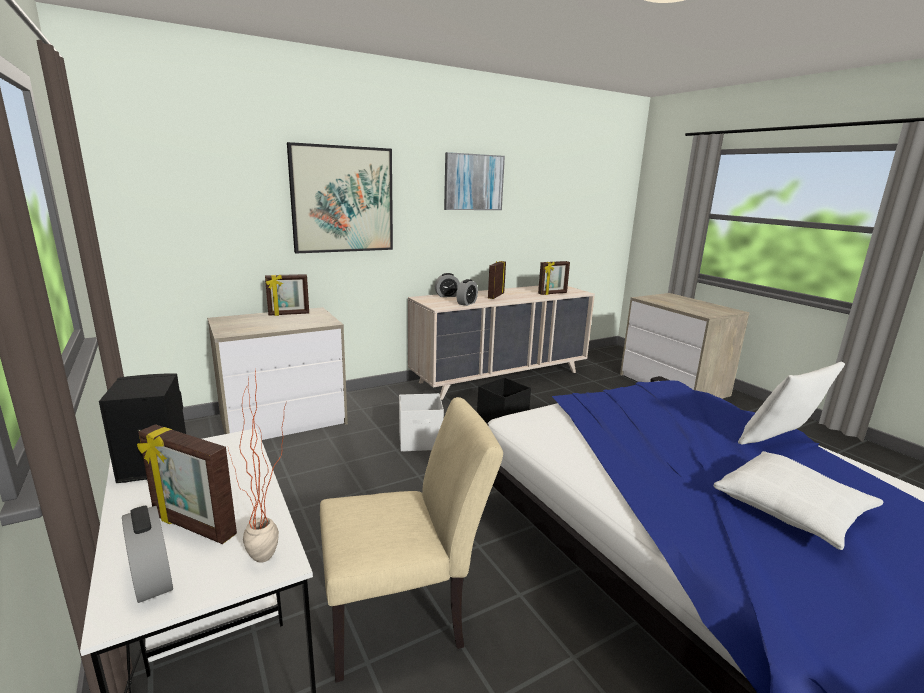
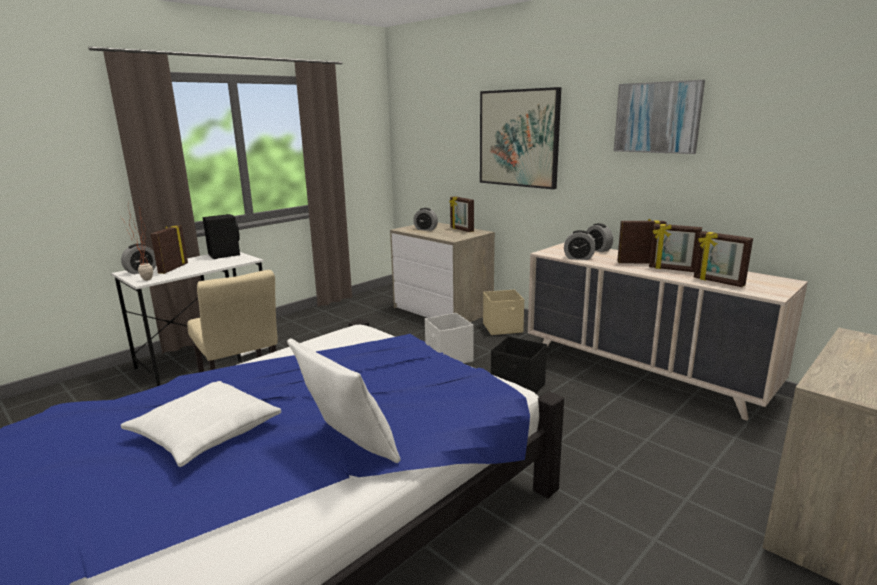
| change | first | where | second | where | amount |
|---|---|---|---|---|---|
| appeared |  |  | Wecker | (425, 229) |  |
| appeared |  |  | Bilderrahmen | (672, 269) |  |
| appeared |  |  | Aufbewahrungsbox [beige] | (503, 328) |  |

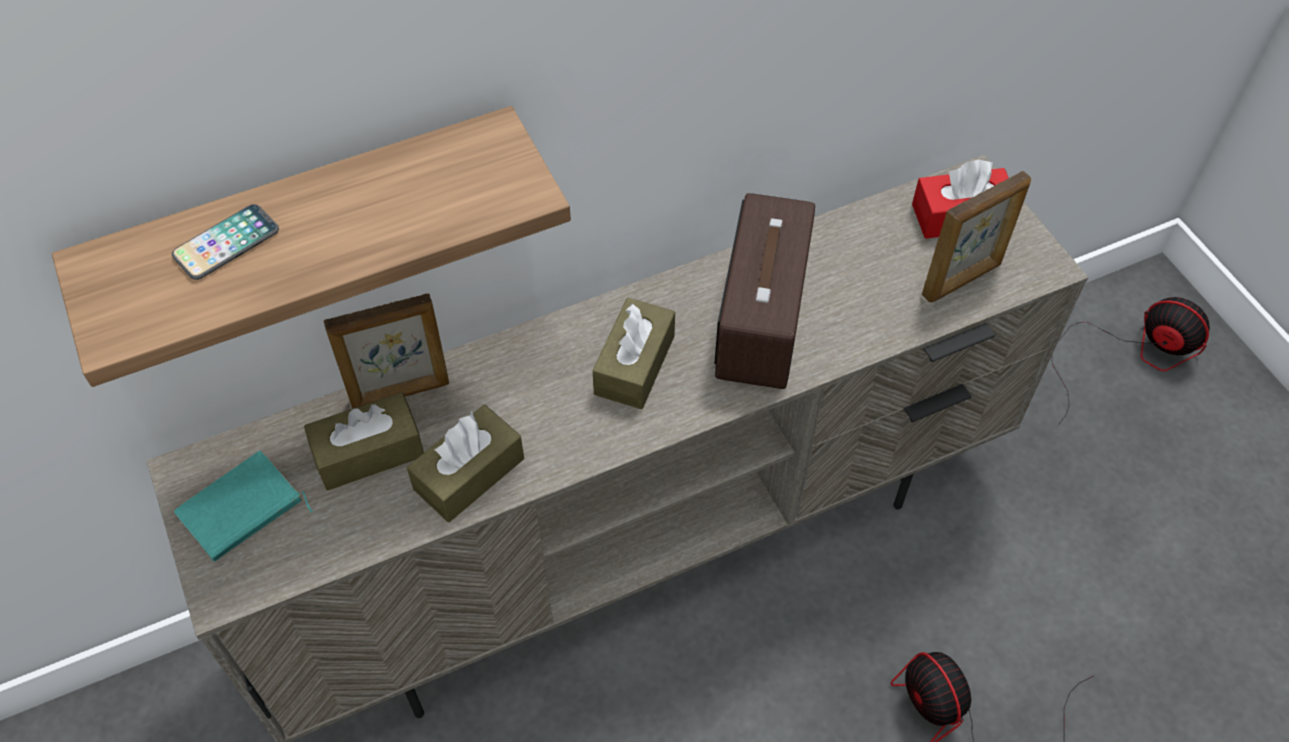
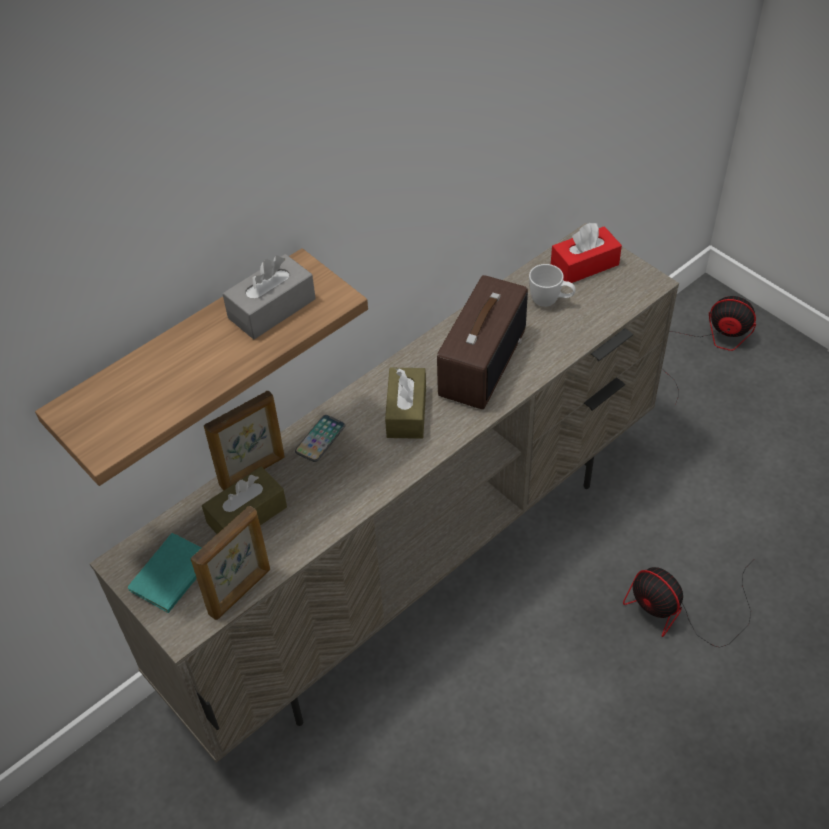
| change | first | where | second | where | amount |
|---|---|---|---|---|---|
| relocated | Bilderrahmen | (962, 280) |  | (241, 592) |  |
| spun | Radio | (764, 319) |  | (481, 361) | 150 degrees counterclockwise |
| relocated | Handy | (226, 243) |  | (320, 439) |  |
| missing | Taschentuchbox [braun] | (469, 474) |  |  |  |
| appeared |  |  | Taschentuchbox [grau] | (272, 308) |  |
| appeared |  |  | Henkelbecher [weiß] | (550, 301) |  |

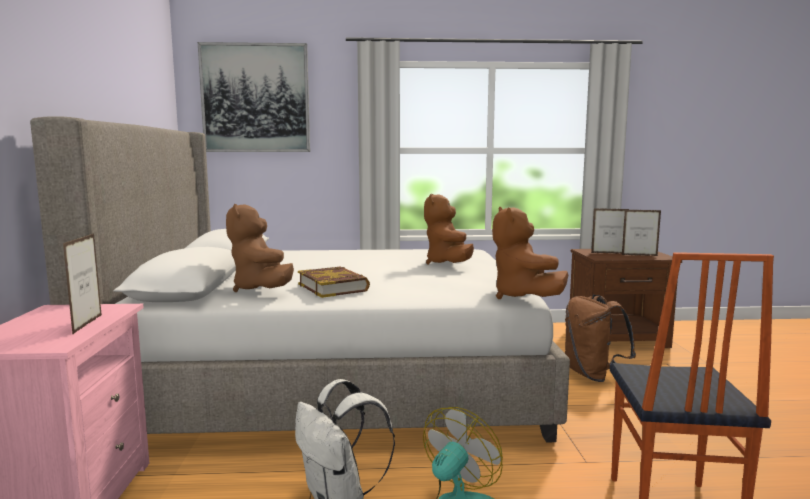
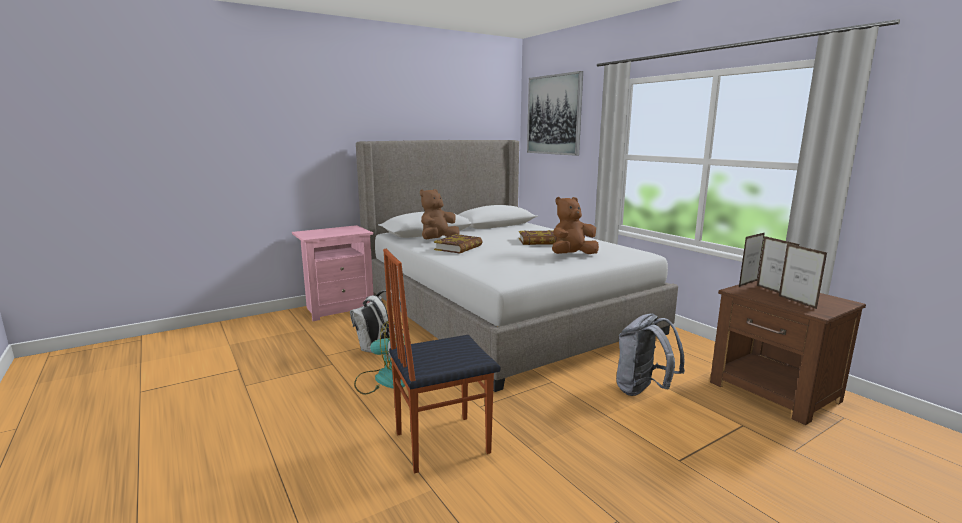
| change | first | where | second | where | amount |
|---|---|---|---|---|---|
| missing | Plüschtier [braun] | (522, 297) |  |  |  |
| relocated | Bilderrahmen | (88, 324) |  | (748, 283) |  |
| colour | Rucksack [braun] | (593, 375) | Rucksack [grau] | (643, 391) |  |
| appeared |  |  | Buch | (539, 241) |  |

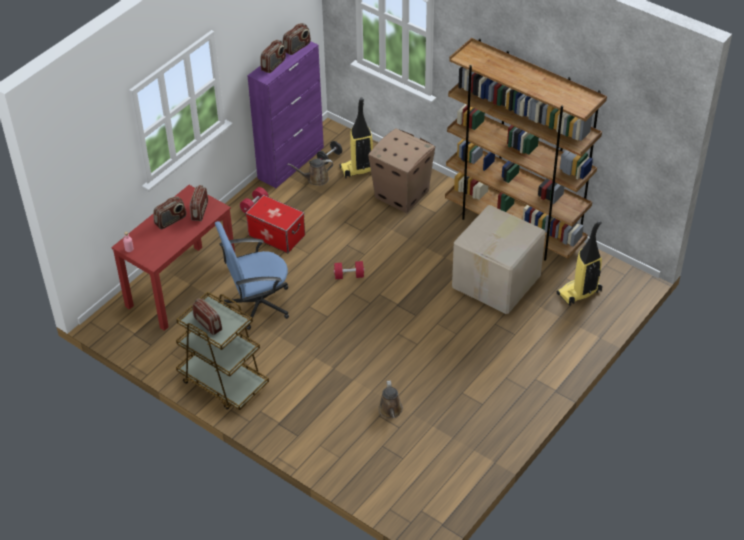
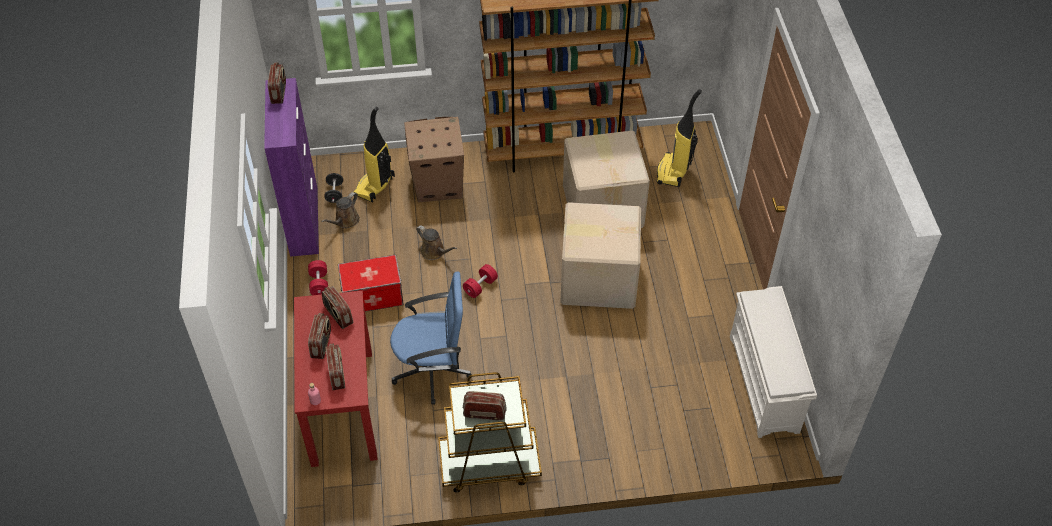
| change | first | where | second | where | amount |
|---|---|---|---|---|---|
| relocated | Radio | (273, 65) |  | (337, 374) |  |
| spun | Bürostuhl [blau] | (257, 304) |  | (433, 370) | 120 degrees counterclockwise |
| relocated | Gießkanne [braun] | (390, 411) |  | (434, 252) |  |
| appeared |  |  | Karton | (597, 277) |  |
| appeared |  |  | Schuhregal [weiß] | (765, 384) |  |

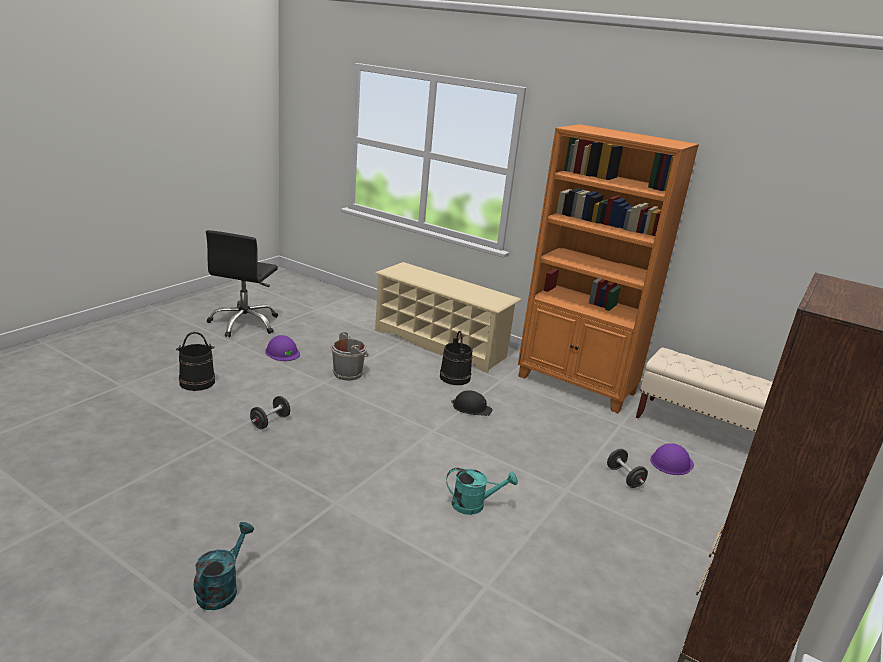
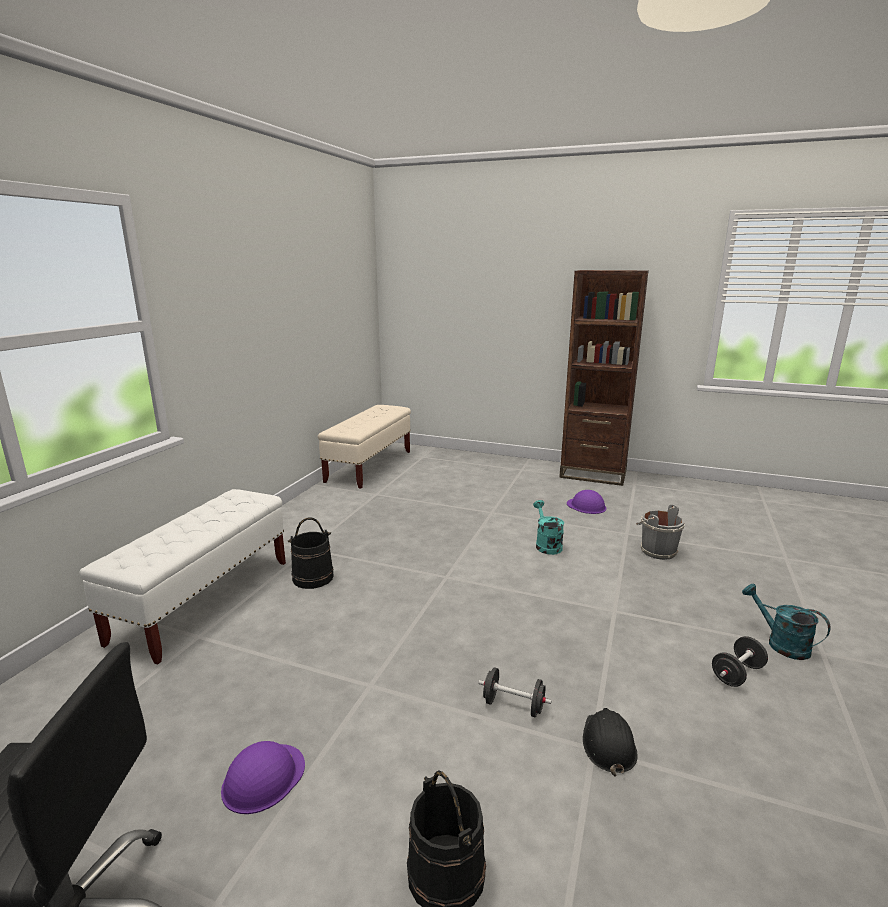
| change | first | where | second | where | amount |
|---|---|---|---|---|---|
| missing | Bücherregal [orange] | (577, 385) |  |  |  |
| exchanged | Schuhregal [beige] | (440, 343) | Bank [weiß] | (204, 600) |  |
| relocated | Eimer [grau] | (349, 373) |  | (656, 551) |  |
| relocated | Schutzhelm [schwarz] | (471, 408) |  | (608, 744) |  |
| relocated | Schutzhelm [lila] | (671, 462) |  | (586, 506) |  |
| relocated | Hantel [schwarz] | (624, 477) |  | (737, 674) |  |
| spun | Gießkanne [türkis] | (221, 588) |  | (780, 643) | 45 degrees clockwise |

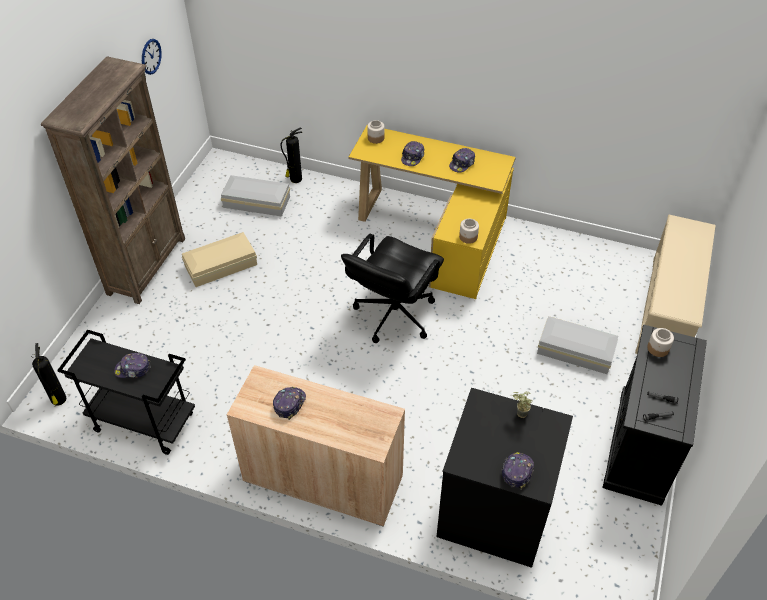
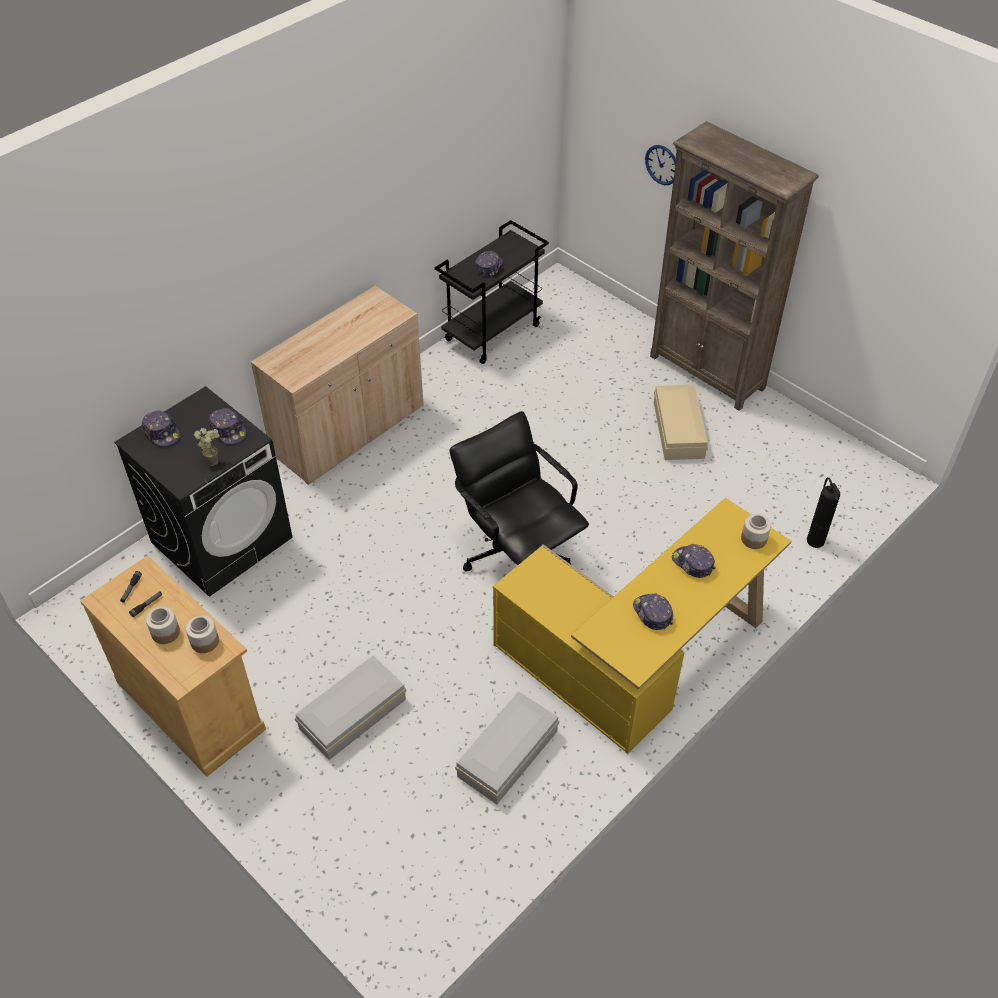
| change | first | where | second | where | amount |
|---|---|---|---|---|---|
| relocated | Wanduhr | (151, 56) |  | (662, 164) |  |
| relocated | Aufbewahrungsbox [weiß] | (256, 201) |  | (510, 753) |  |
| missing | Schuhregal [beige] | (667, 310) |  |  |  |
| relocated | Vorratsglas | (468, 237) |  | (165, 632) |  |
| colour | Schrank [schwarz] | (640, 445) | Schrank [beige] | (191, 705) |  |
| missing | Feuerlöscher | (58, 400) |  |  |  |
| relocated | Kappe | (289, 403) |  | (228, 430) |  |

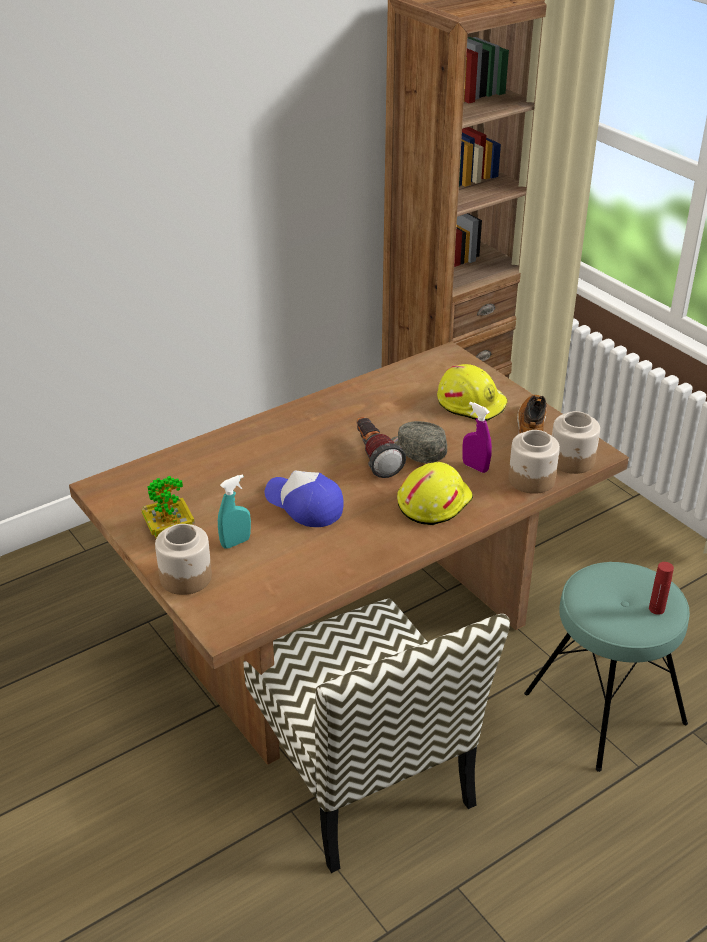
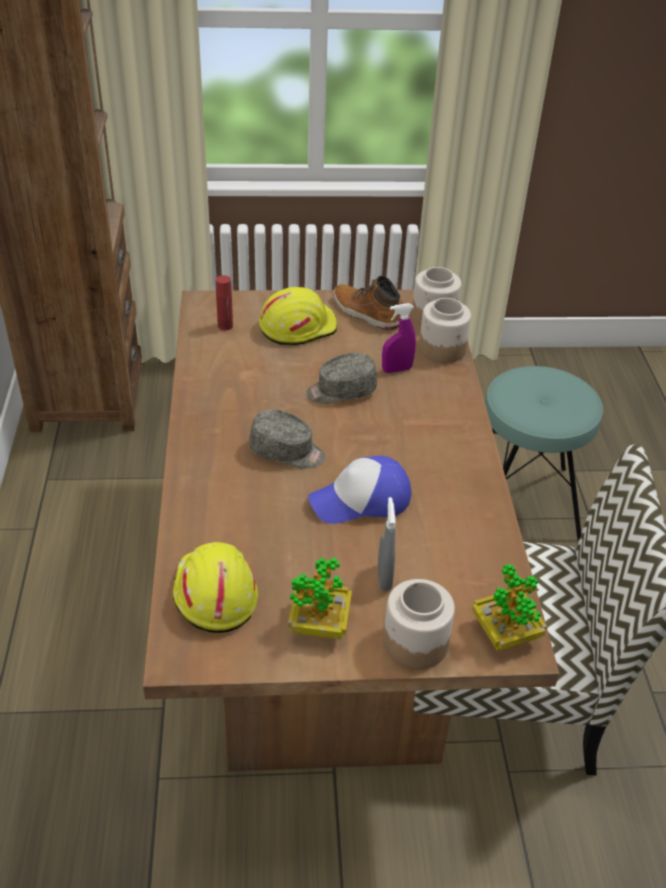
| change | first | where | second | where | amount |
|---|---|---|---|---|---|
| missing | Taschenlampe | (374, 457) |  |  |  |
| relocated | Schutzhelm [gelb] | (433, 502) |  | (213, 594) |  |
| colour | Sprühflasche [türkis] | (235, 542) | Sprühflasche [grau] | (384, 578) |  |
| relocated | Flasche [rot] | (656, 609) |  | (225, 326) |  |
| appeared |  |  | Kappe [grau] | (287, 452) |  |
| appeared |  |  | Topfpflanze | (505, 633) |  |

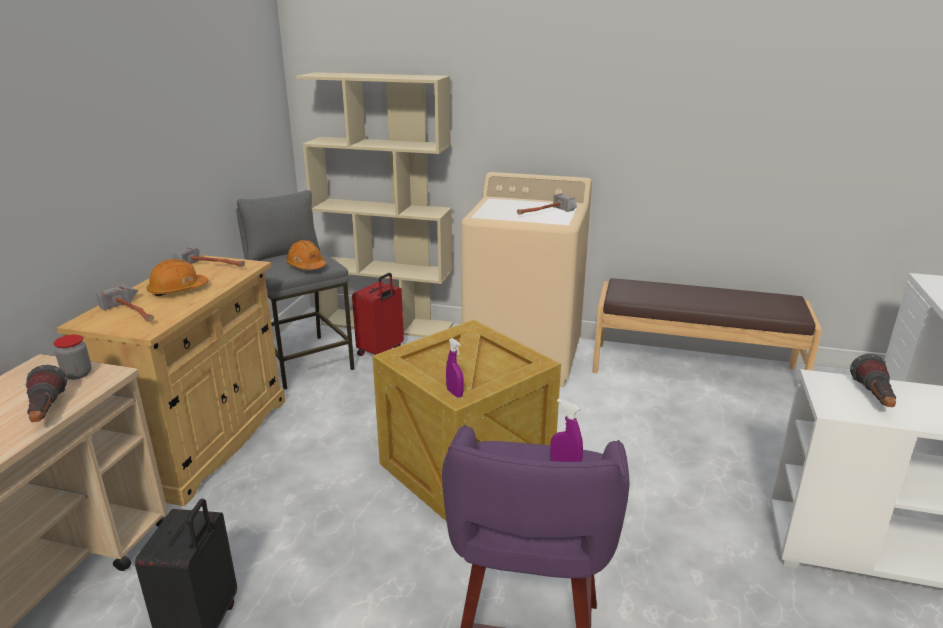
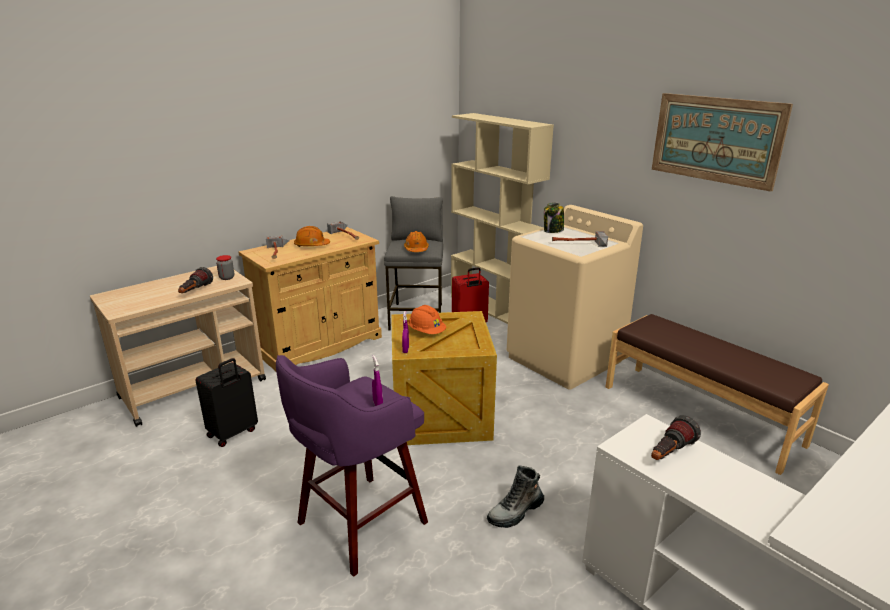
| change | first | where | second | where | amount |
|---|---|---|---|---|---|
| appeared |  |  | Bild | (716, 139) |  |
| appeared |  |  | Vorratsglas | (553, 231) |  |
| appeared |  |  | Schutzhelm [orange] | (426, 332) |  |
| appeared |  |  | Stiefel | (515, 512) |  |

